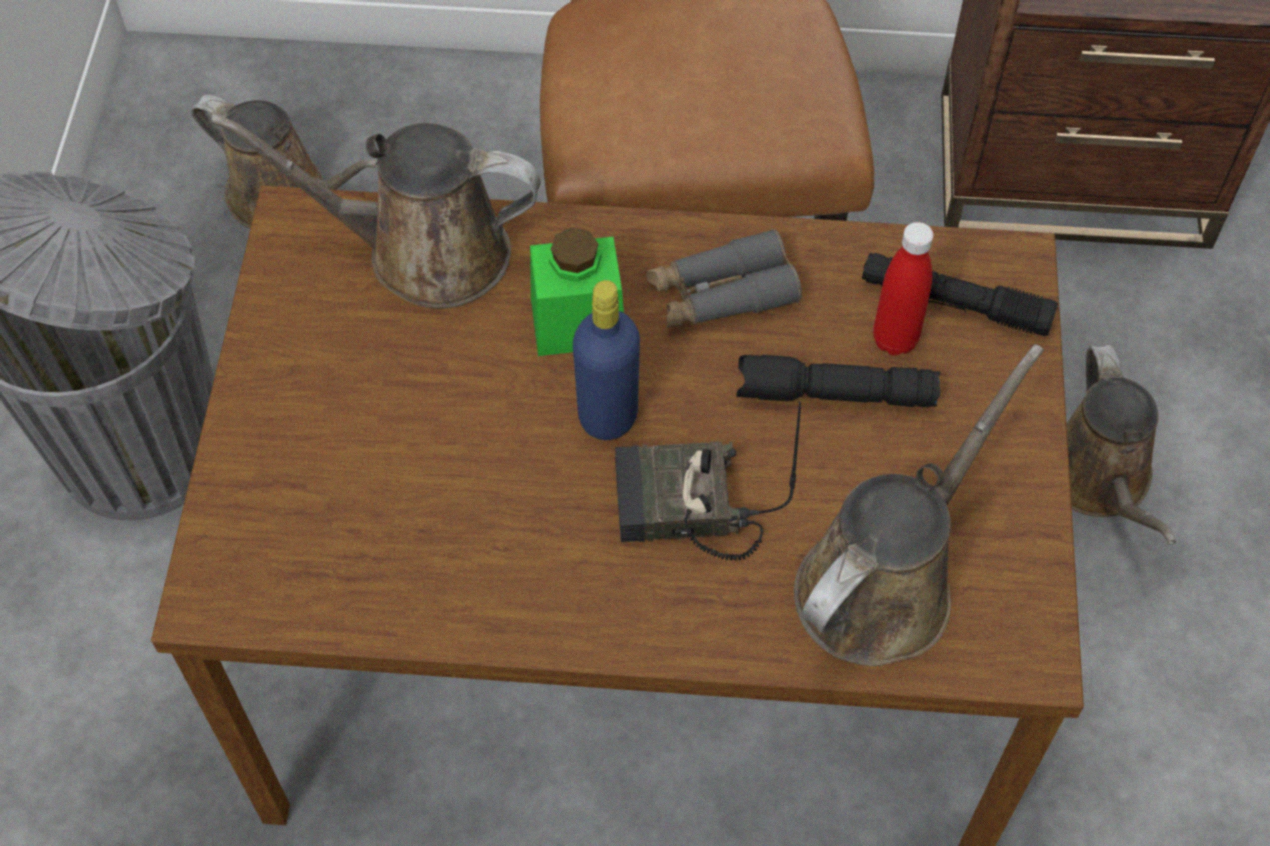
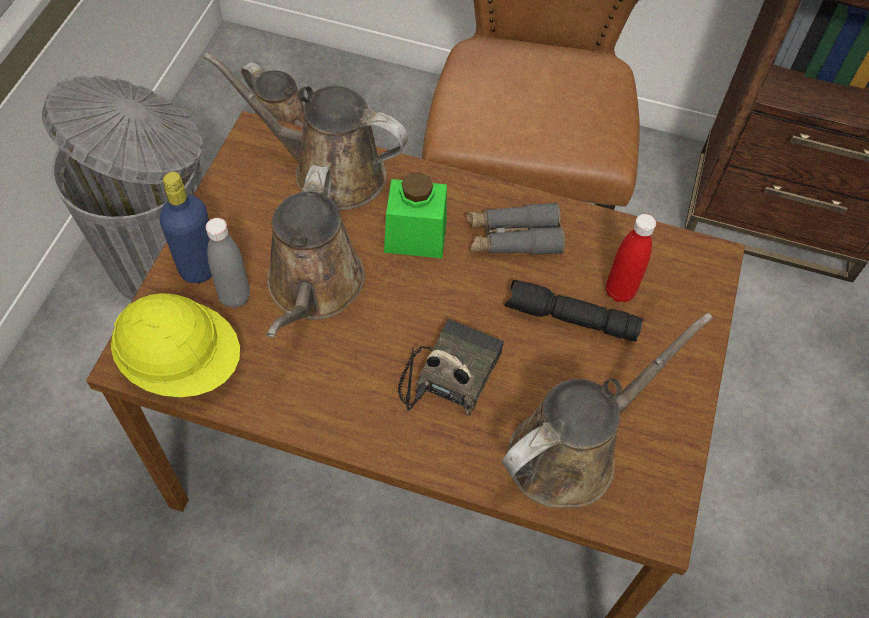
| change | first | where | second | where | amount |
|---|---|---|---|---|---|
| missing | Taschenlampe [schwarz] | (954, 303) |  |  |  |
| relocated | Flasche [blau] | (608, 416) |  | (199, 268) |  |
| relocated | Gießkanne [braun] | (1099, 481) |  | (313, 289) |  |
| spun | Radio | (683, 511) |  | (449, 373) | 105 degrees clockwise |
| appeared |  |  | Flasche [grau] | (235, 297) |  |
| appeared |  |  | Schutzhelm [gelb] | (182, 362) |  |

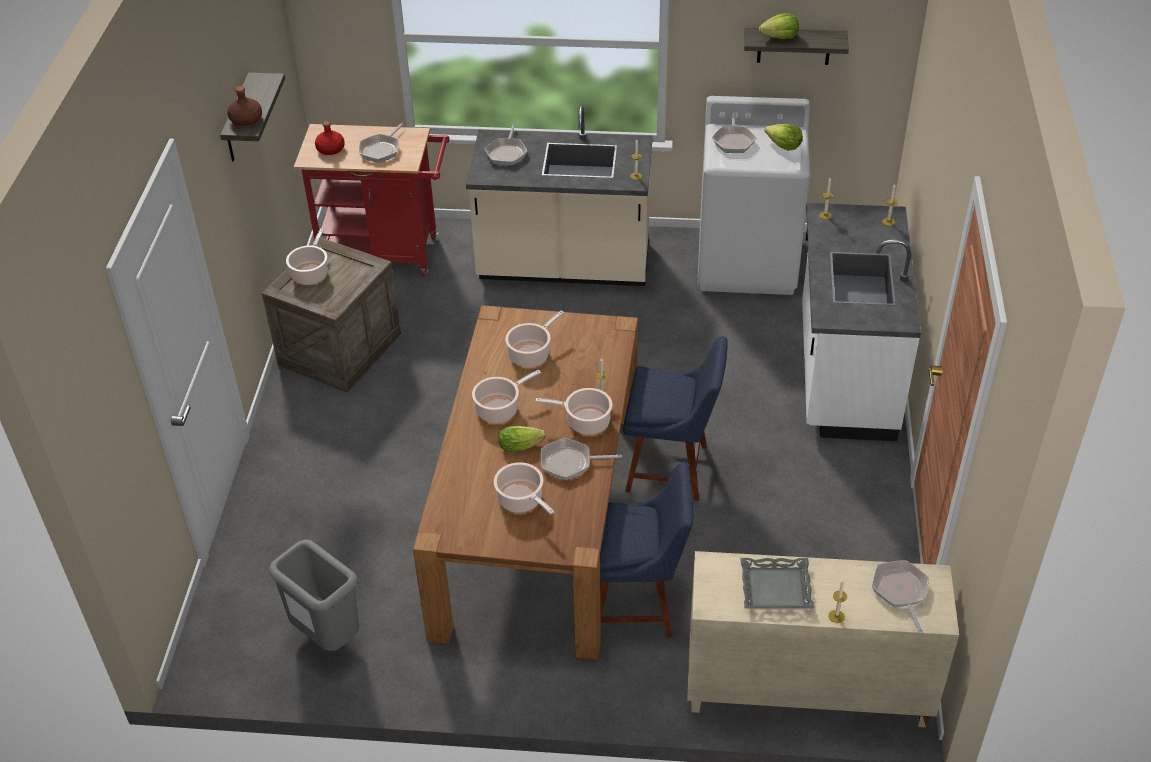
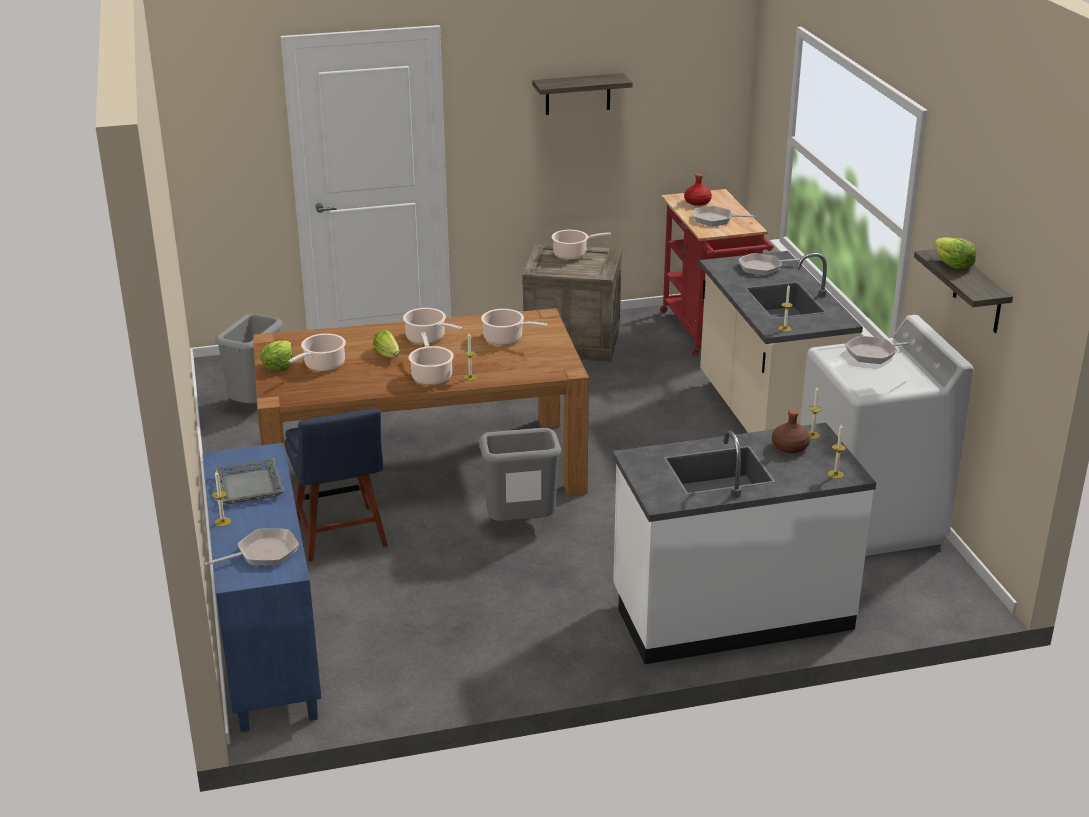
| change | first | where | second | where | amount |
|---|---|---|---|---|---|
| relocated | Flasche [braun] | (246, 119) |  | (790, 447) |  |
| relocated | Salatkopf | (783, 145) |  | (279, 365) |  |
| exchanged | Stuhl [blau] | (672, 469) | Mülleimer [grau] | (520, 526) |  |
| missing | Pfanne | (570, 463) |  |  |  |
| colour | Schrank [beige] | (805, 690) | Schrank [blau] | (267, 648) |  |

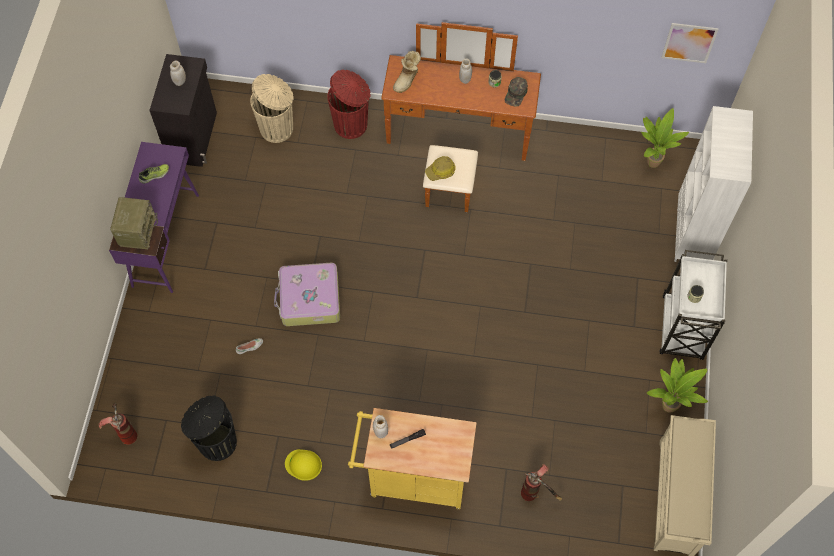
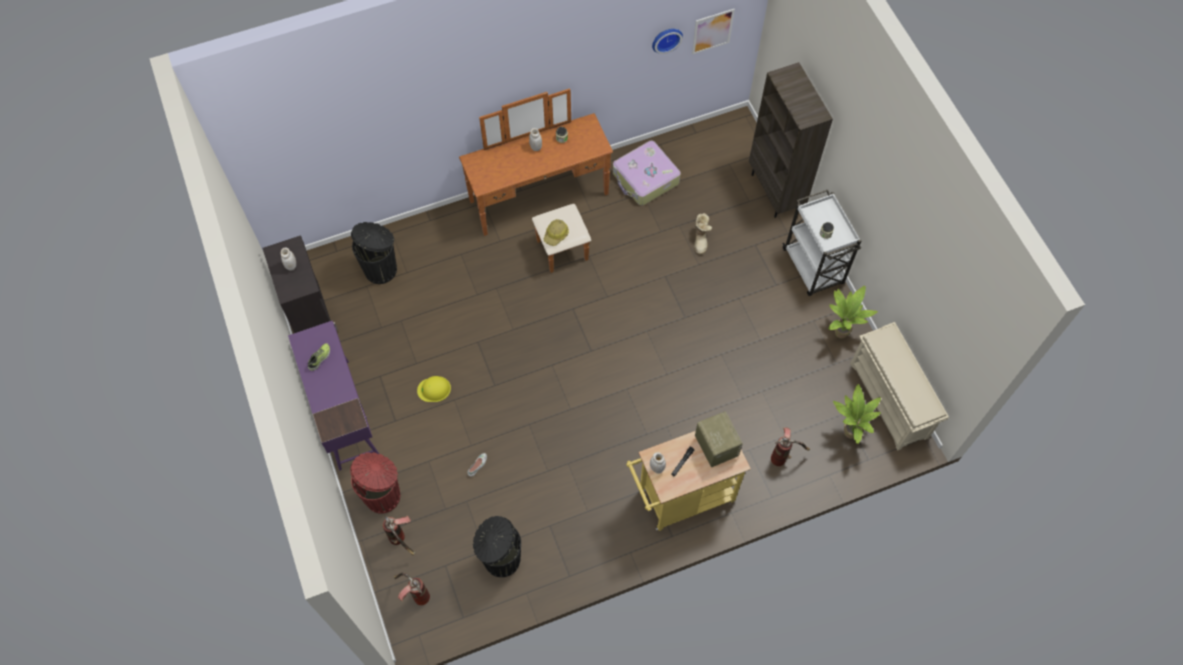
| change | first | where | second | where | amount |
|---|---|---|---|---|---|
| relocated | Stiefel | (407, 80) |  | (701, 240) |  |
| relocated | Mülleimer [rot] | (352, 124) |  | (383, 495) |  |
| colour | Mülleimer [beige] | (278, 128) | Mülleimer [schwarz] | (381, 269) |  |
| missing | Kappe [grün] | (516, 94) |  |  |  |
| colour | Bücherregal [weiß] | (691, 237) | Bücherregal [braun] | (775, 192) |  |
| relocated | Topfpflanze | (651, 162) |  | (847, 433) |  |
| relocated | Radio | (137, 231) |  | (715, 445) |  |
| relocated | Koffer | (309, 299) |  | (645, 179) |  |
| relocated | Schutzhelm [gelb] | (303, 464) |  | (434, 389) |  |
| appeared |  |  | Wanduhr | (666, 38) |  |
| appeared |  |  | Feuerlöscher | (402, 540) |  |

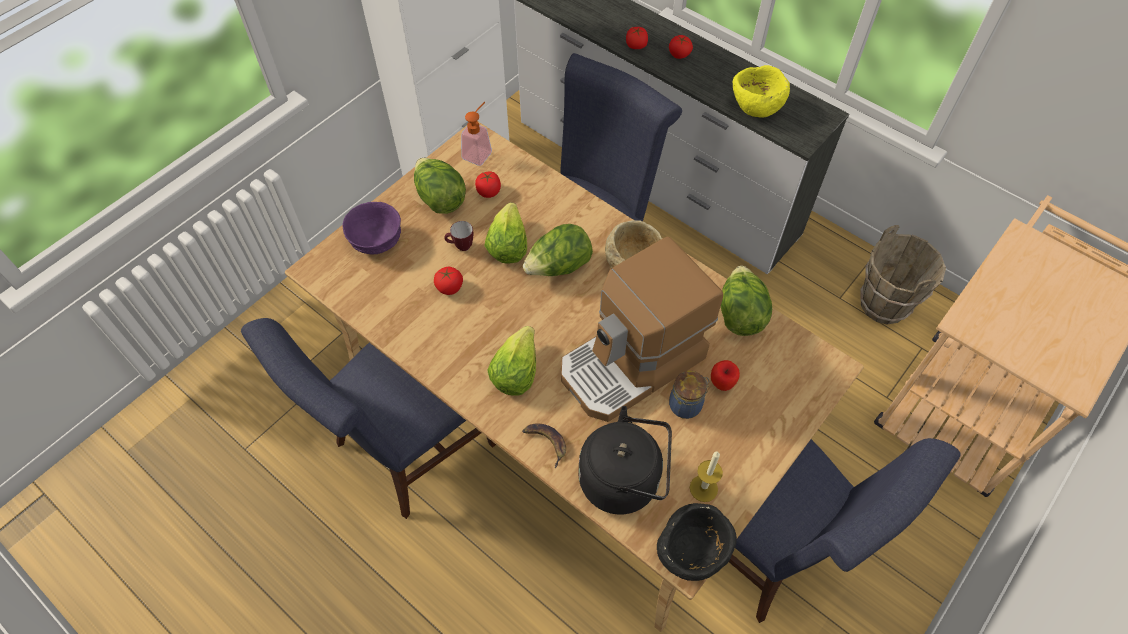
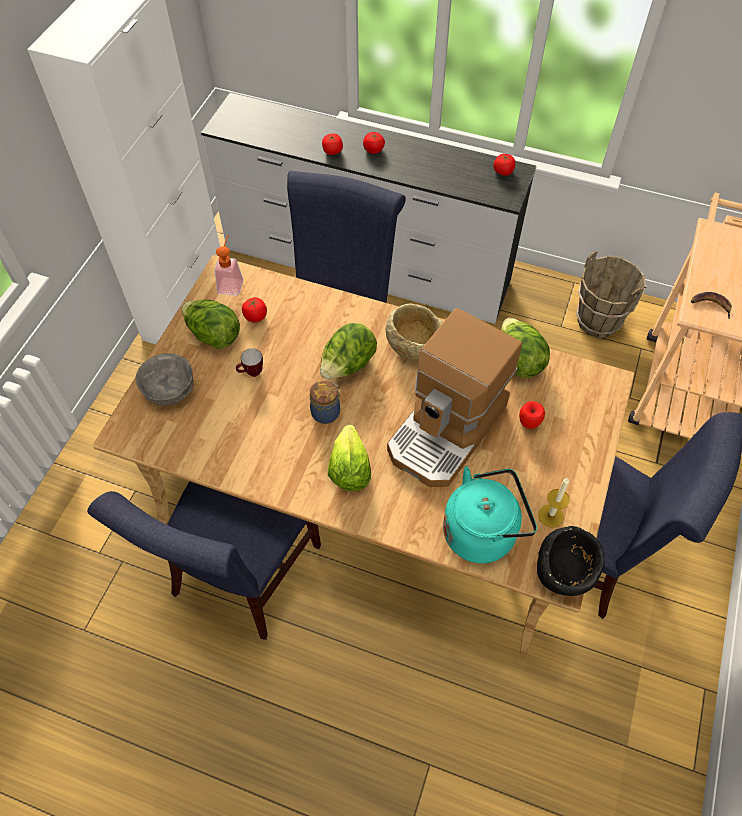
| change | first | where | second | where | amount |
|---|---|---|---|---|---|
| missing | Schüssel [gelb] | (755, 108) |  |  |  |
| colour | Schüssel [lila] | (377, 240) | Schüssel [grau] | (170, 390) |  |
| missing | Salatkopf | (507, 245) |  |  |  |
| relocated | Tomate | (449, 287) |  | (503, 171) |  |
| relocated | Vorratsglas | (686, 404) |  | (326, 412) |  |
| colour | Wasserkessel [schwarz] | (624, 480) | Wasserkessel [türkis] | (483, 531) |  |
| relocated | Banane | (545, 442) |  | (710, 305) |  |

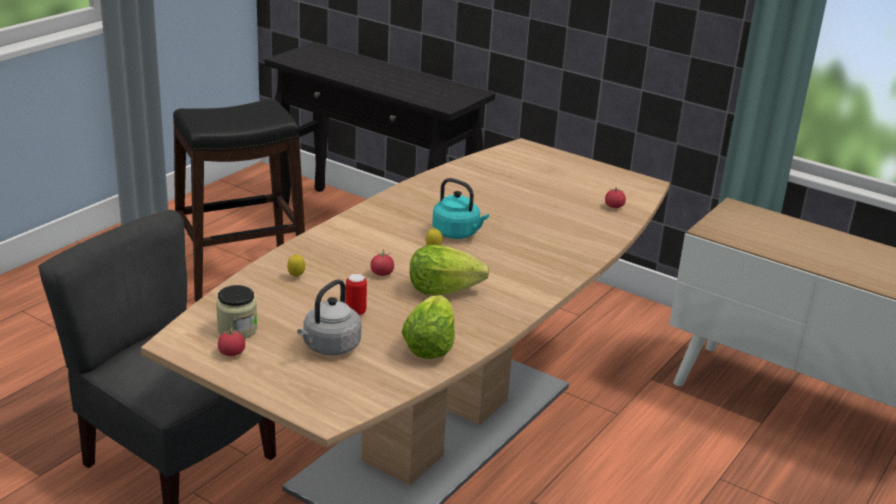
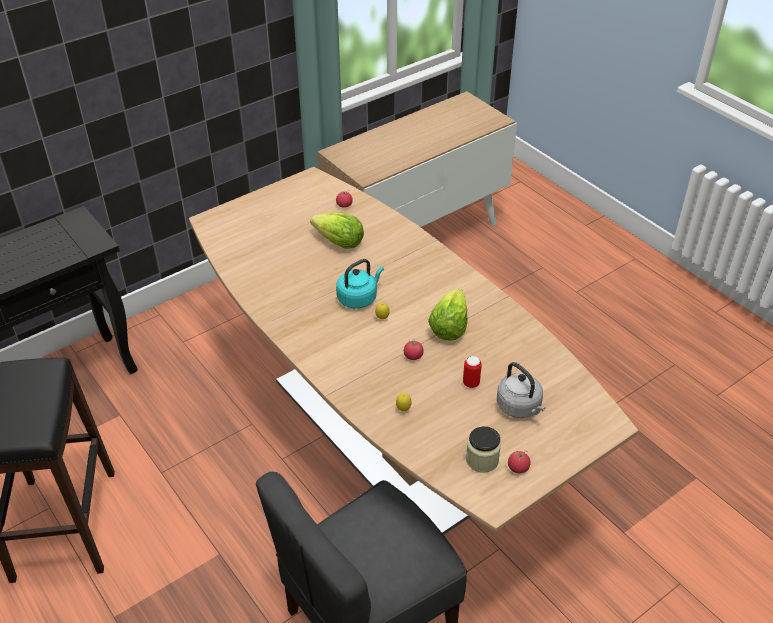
| change | first | where | second | where | amount |
|---|---|---|---|---|---|
| relocated | Salatkopf | (429, 346) |  | (339, 242) |  |

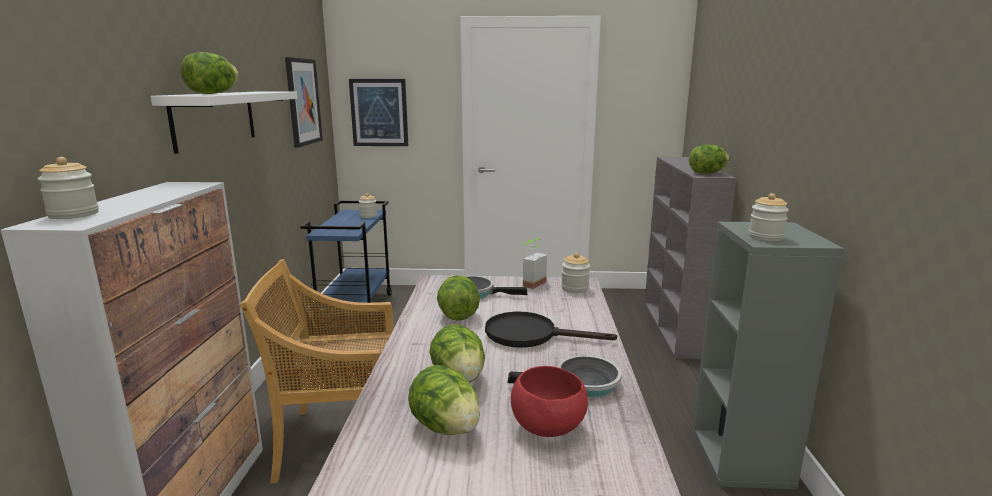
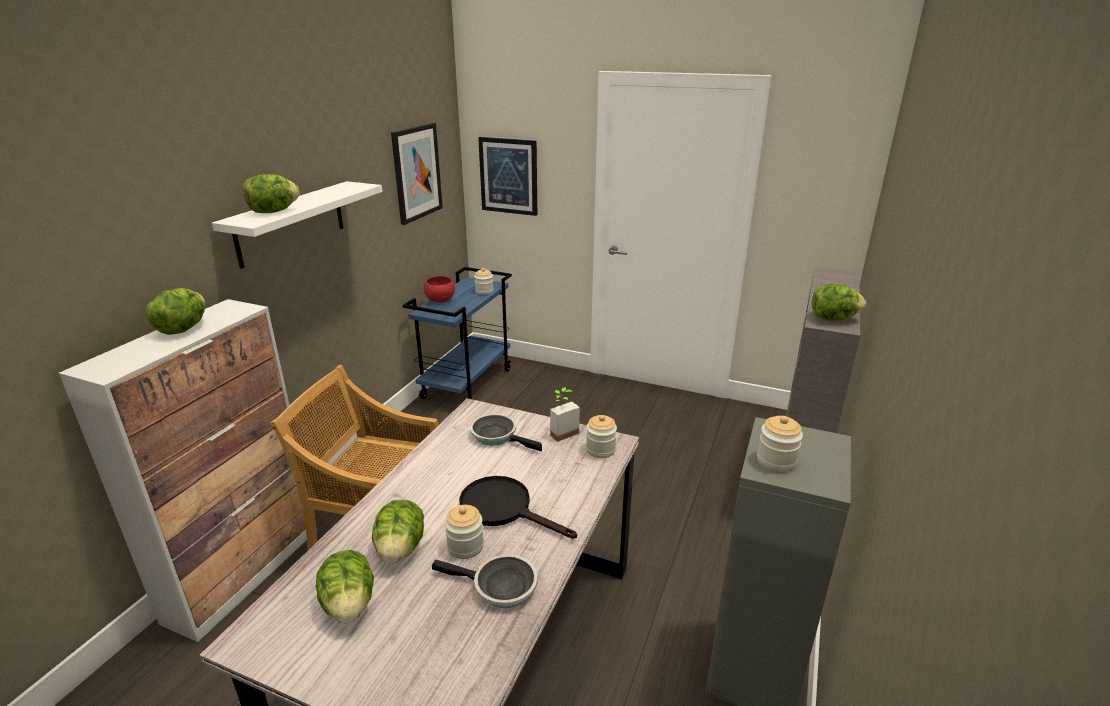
| change | first | where | second | where | amount |
|---|---|---|---|---|---|
| relocated | Vorratsglas | (74, 214) |  | (465, 546) |  |
| relocated | Salatkopf | (458, 315) |  | (183, 329) |  |
| relocated | Schüssel [rot] | (548, 427) |  | (440, 300) |  |

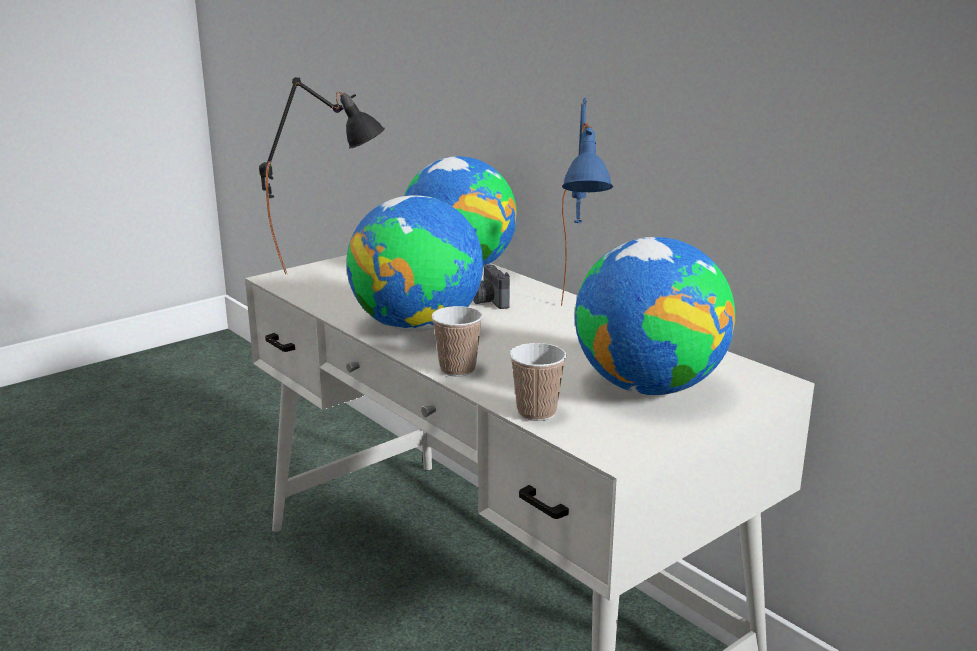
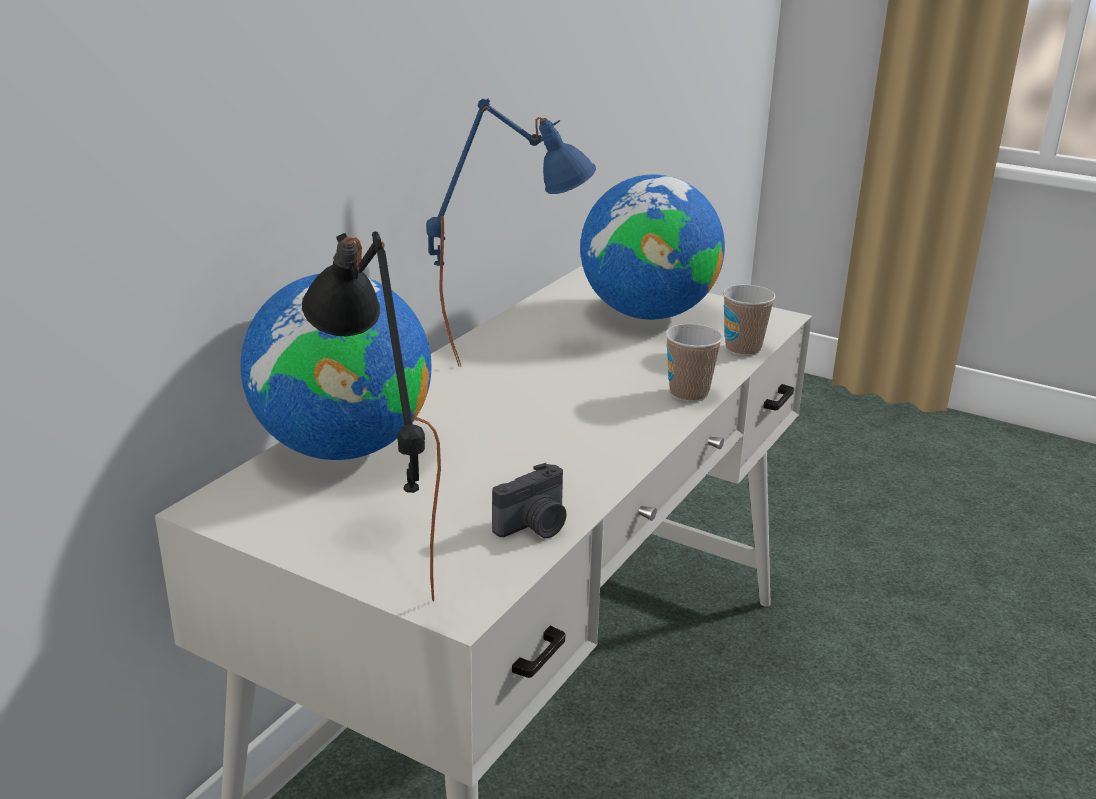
| change | first | where | second | where | amount |
|---|---|---|---|---|---|
| missing | Globus | (417, 326) |  |  |  |
| relocated | Kamera | (489, 301) |  | (535, 526) |  |

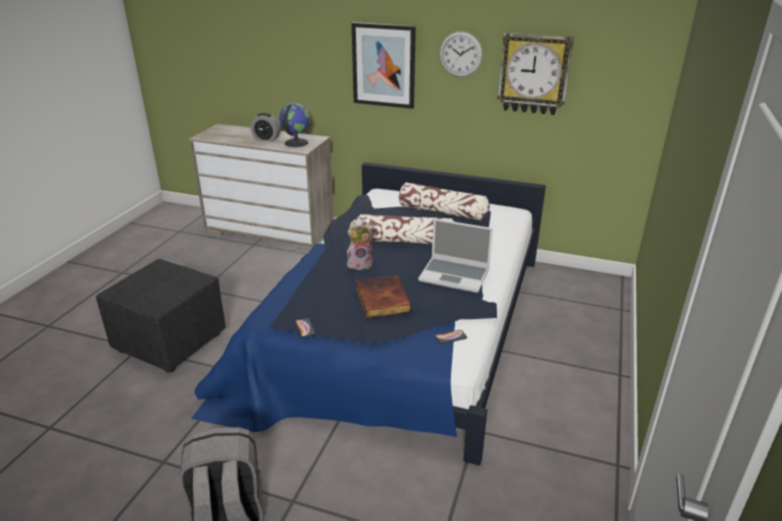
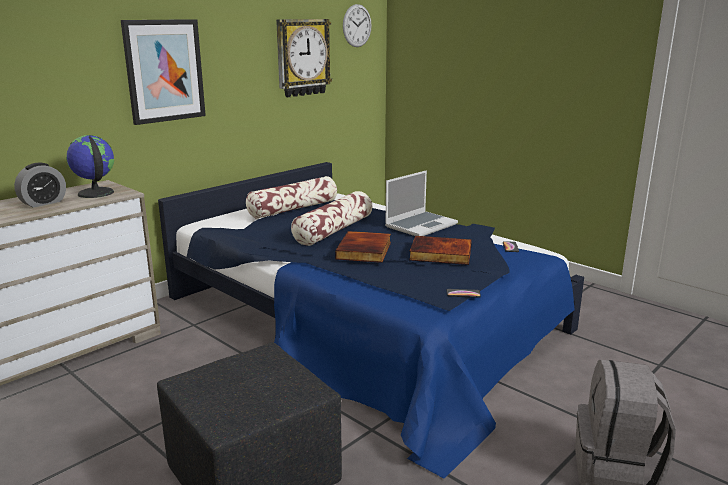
| change | first | where | second | where | amount |
|---|---|---|---|---|---|
| relocated | Wanduhr | (460, 54) |  | (357, 25) |  |
| exchanged | Plüschtier | (361, 264) | Buch | (365, 250) |  |

